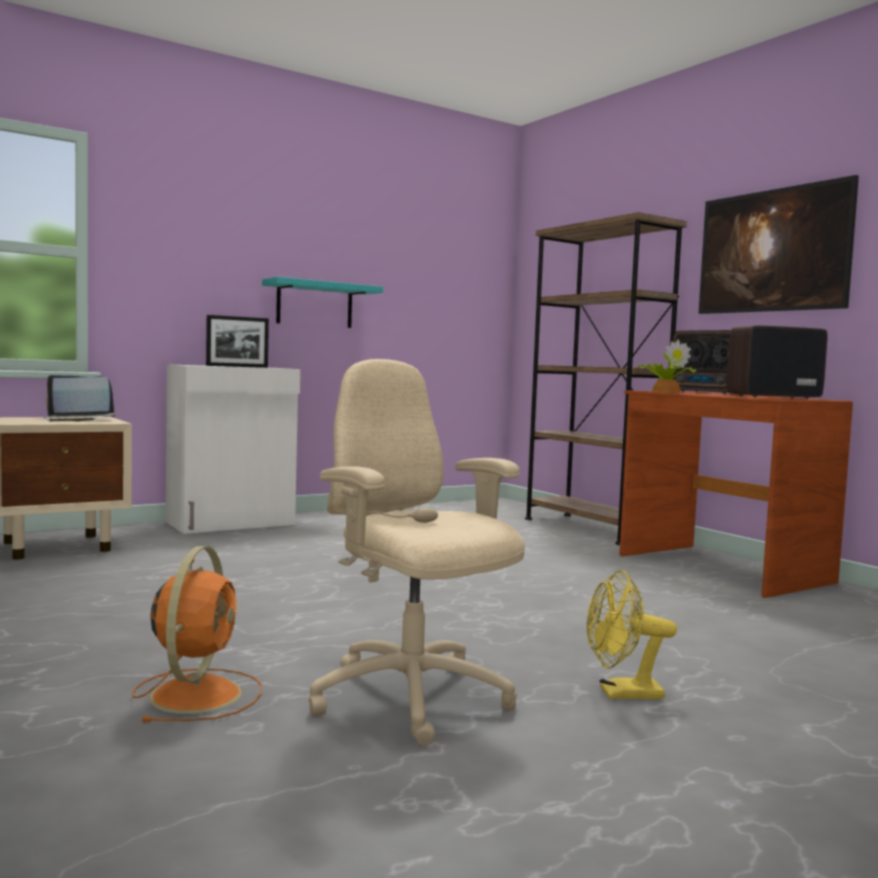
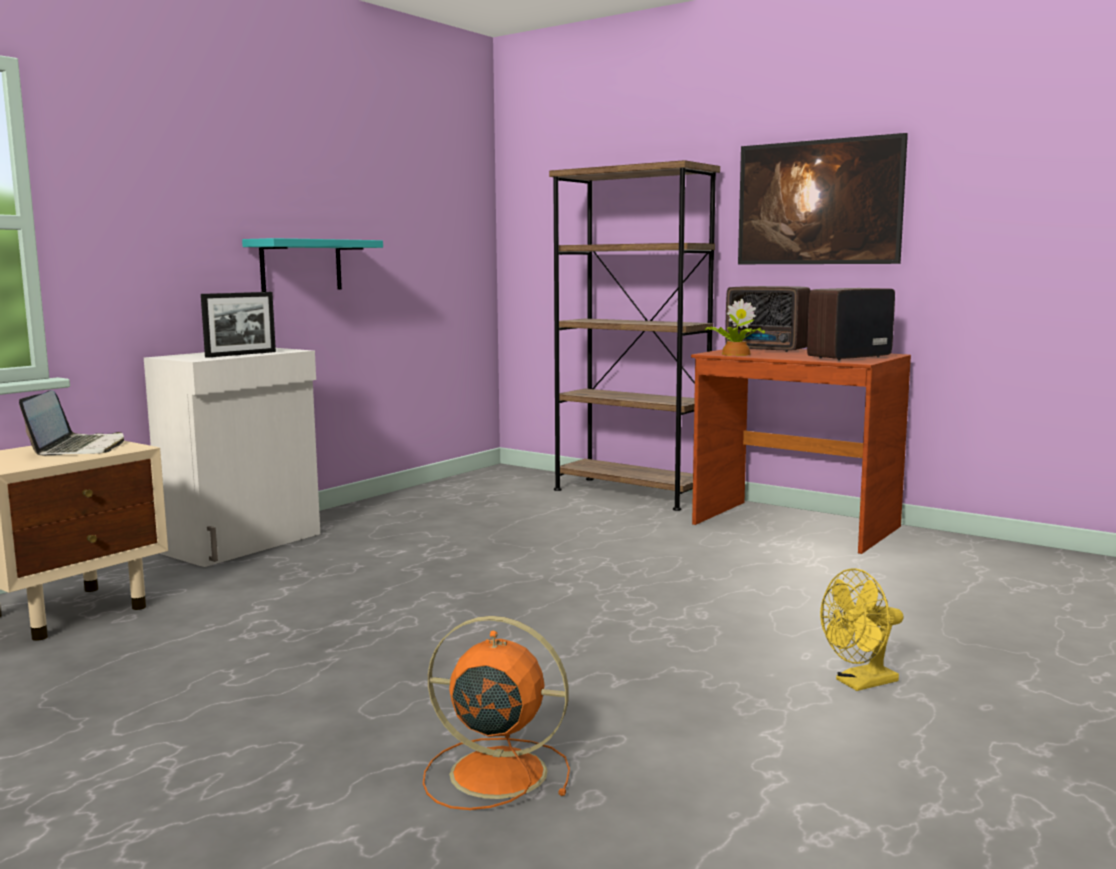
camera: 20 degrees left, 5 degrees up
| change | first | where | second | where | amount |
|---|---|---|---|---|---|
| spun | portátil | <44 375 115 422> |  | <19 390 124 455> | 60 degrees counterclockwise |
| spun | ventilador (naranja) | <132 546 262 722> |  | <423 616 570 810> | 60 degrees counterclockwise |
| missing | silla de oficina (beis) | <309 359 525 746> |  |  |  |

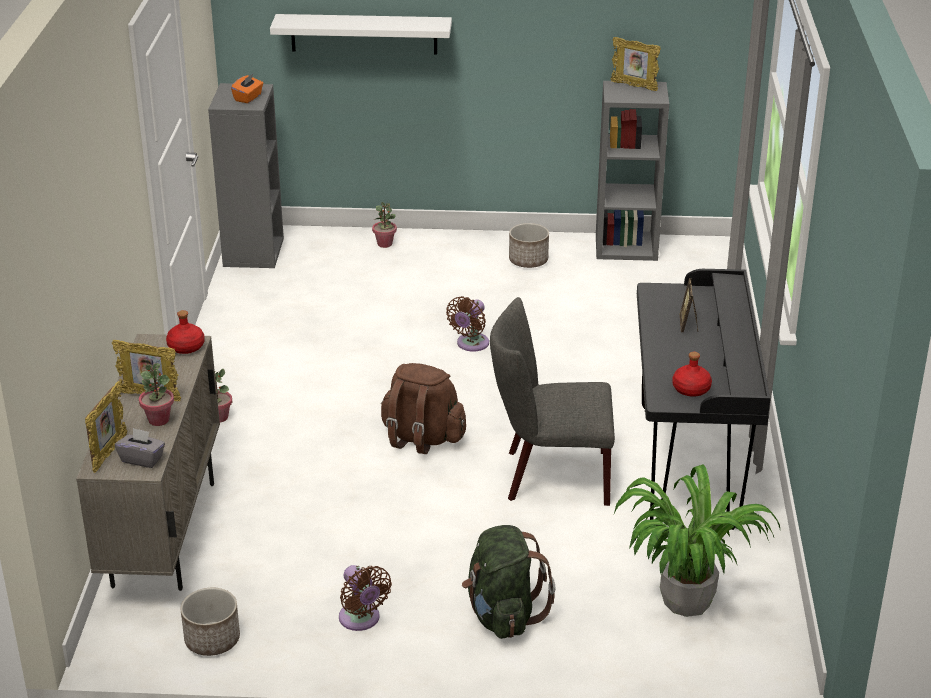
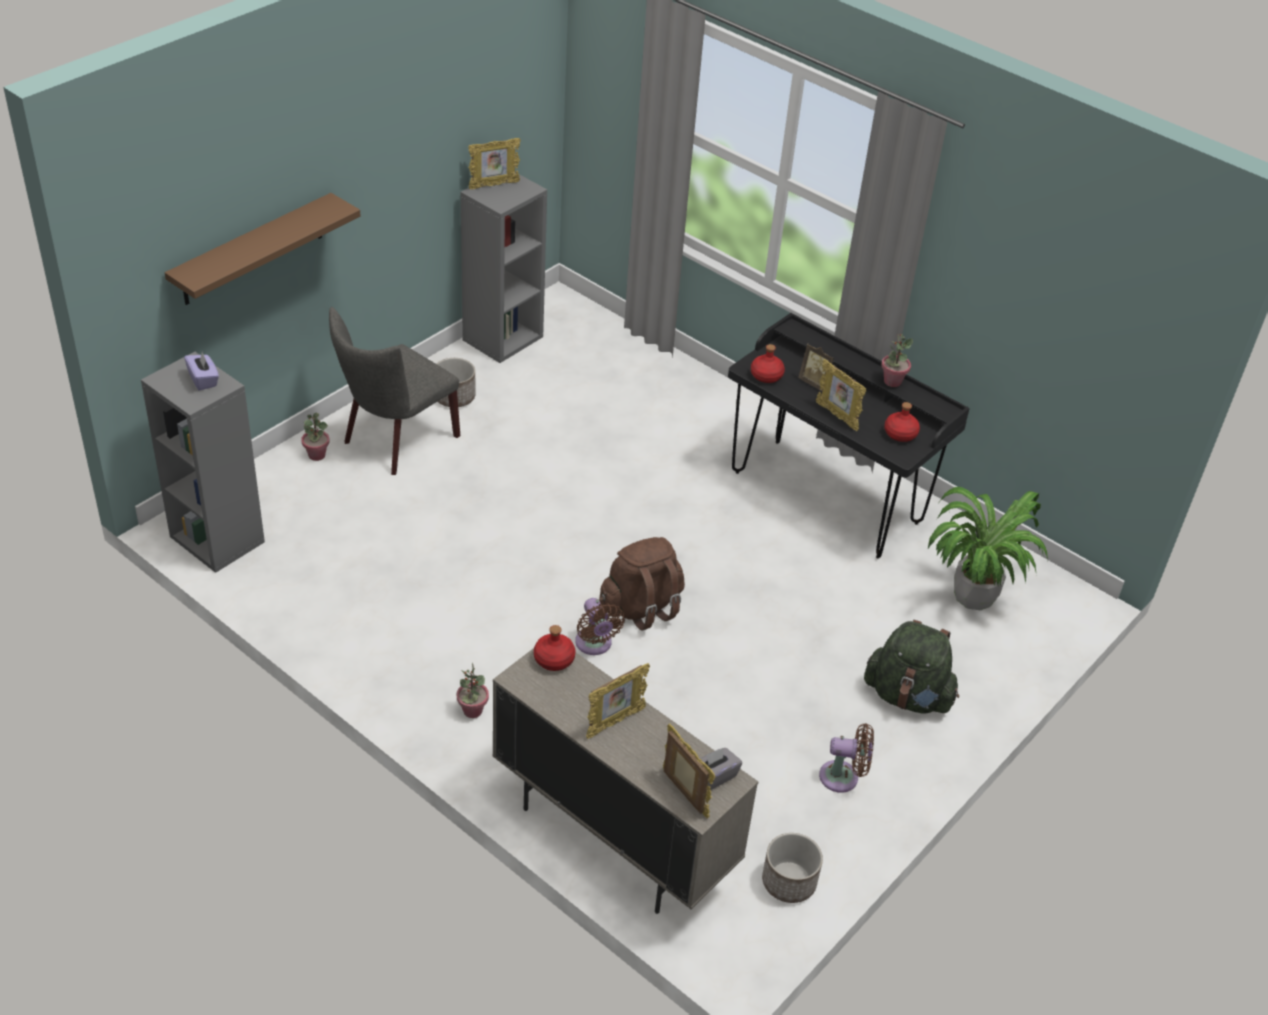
camera: 55 degrees left, 10 degrees up
| change | first | where | second | where | amount |
|---|---|---|---|---|---|
| relocated | planta en maceta | <139 363 174 426> |  | <881 334 913 387> |  |
| colour | caja de pañuelos (naranja) | <231 74 263 103> | caja de pañuelos (morado) | <184 351 219 391> |  |
| colour | estante (blanco) | <270 14 452 54> | estante (marrón) | <165 193 360 305> |  |
| relocated | ventilador (marrón) | <446 296 489 352> |  | <575 598 625 655> |  |
| relocated | silla (gris) | <490 297 615 506> |  | <329 307 460 475> |  |
| appeared |  |  | botella (rojo) | <751 344 785 383> |  |
| appeared |  |  | portarretratos | <816 359 866 431> |  |

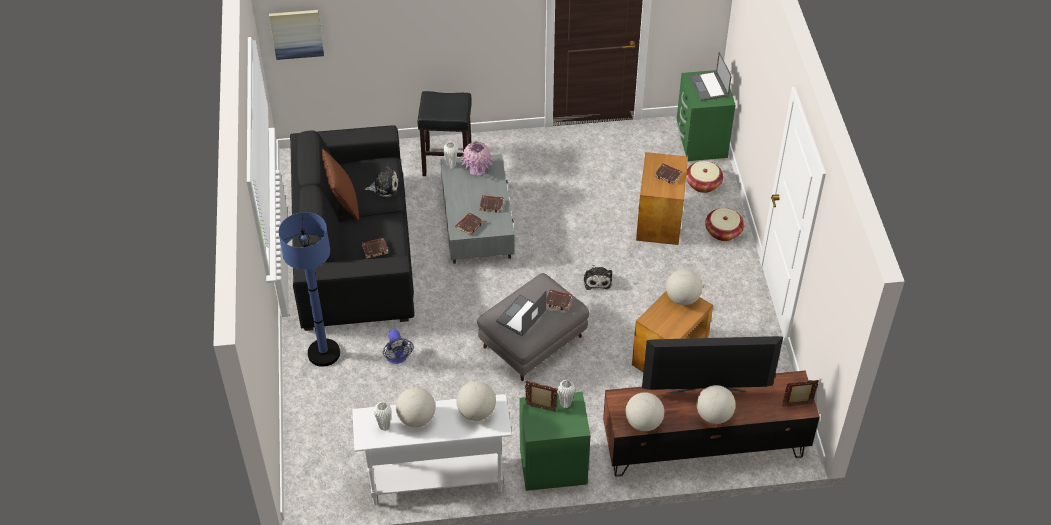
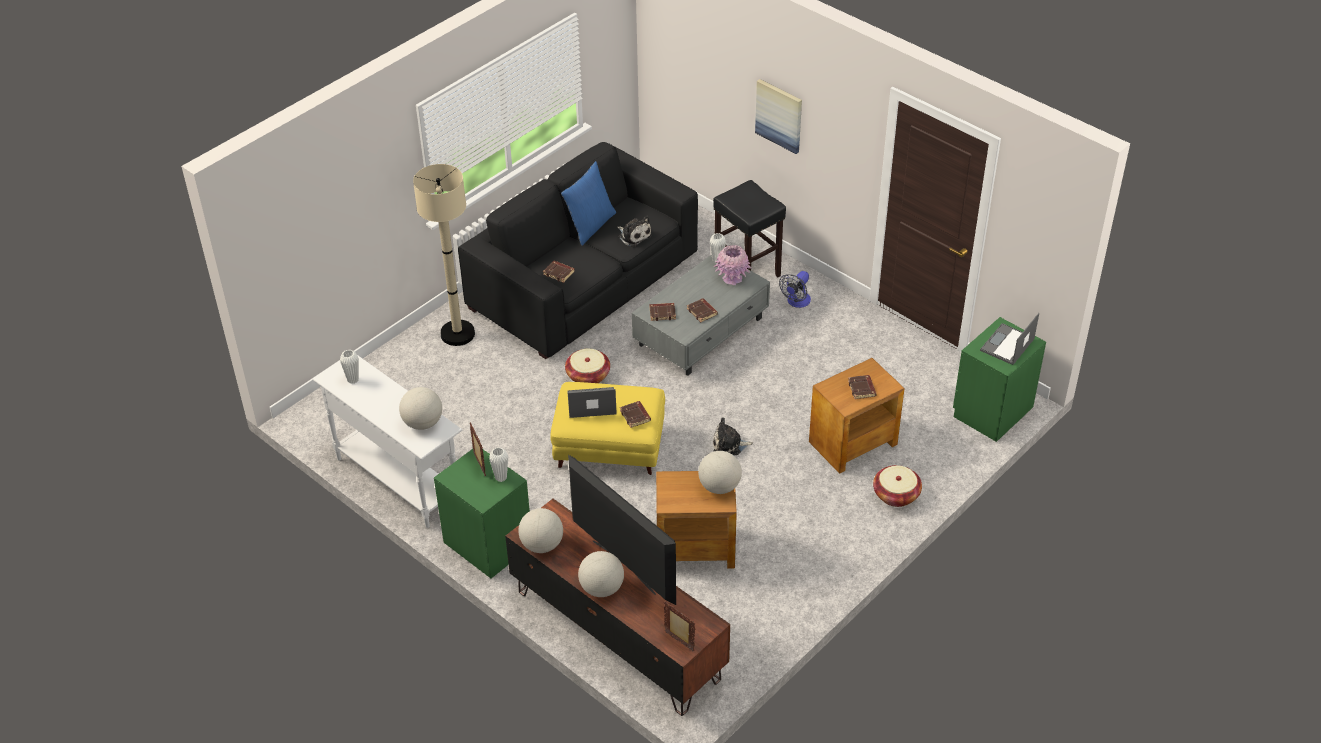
camera: 50 degrees right, 5 degrees down
| change | first | where | second | where | amount |
|---|---|---|---|---|---|
| relocated | cuadro | <269 10 324 60> |  | <755 79 802 154> |  |
| colour | lámpara de pie (azul) | <279 212 340 367> | lámpara de pie (beis) | <413 164 475 346> |  |
| colour | cojín (marrón) | <322 149 359 220> | cojín (azul) | <561 161 616 246> |  |
| relocated | ventilador | <383 329 414 364> |  | <779 271 811 308> |  |
| missing | globo terráqueo | <396 387 436 427> |  |  |  |
| colour | puf (gris) | <477 273 589 381> | puf (amarillo) | <550 382 665 475> |  |
| spun | peluche | <584 265 612 290> |  | <713 417 753 456> | 45 degrees clockwise |
| relocated | cesta | <686 161 723 193> |  | <565 348 610 383> |  |

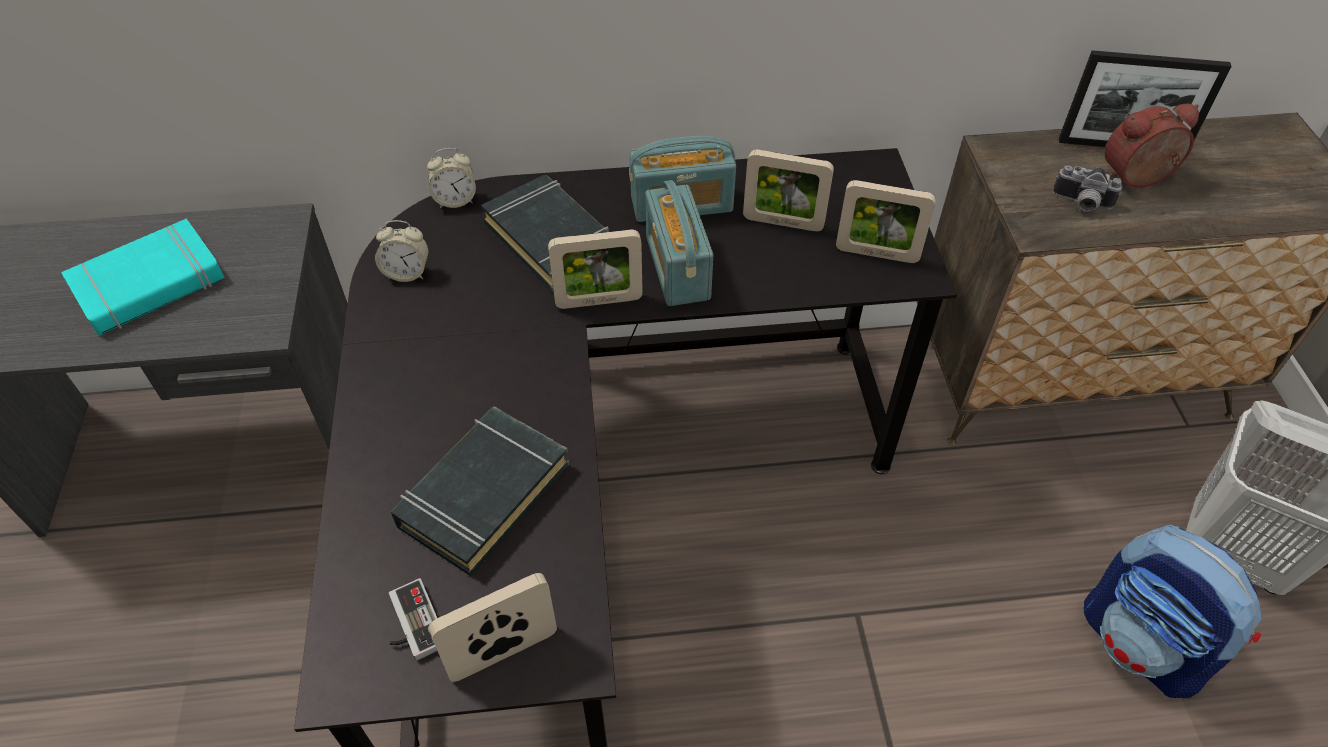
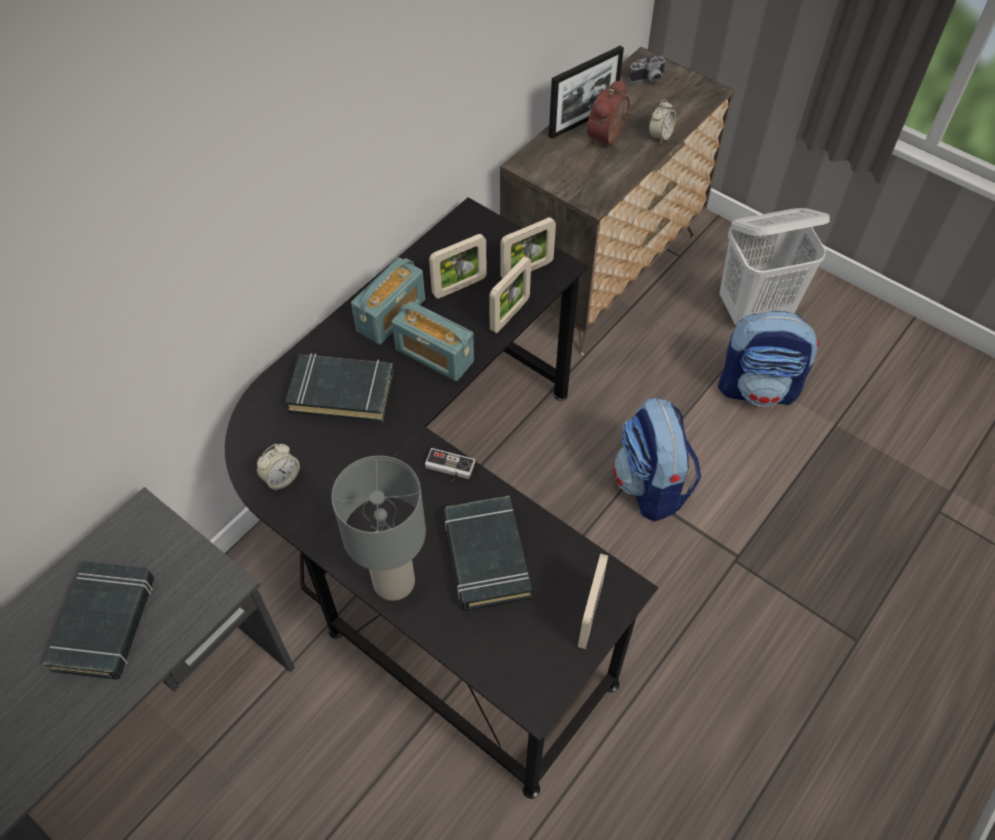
camera: 45 degrees left, 5 degrees up
| change | first | where | second | where | amount |
|---|---|---|---|---|---|
| colour | libro (turquesa) | <61 218 225 335> | libro (negro) | <43 561 154 680> |  |
| relocated | mando de consola | <389 578 437 660> |  | <425 448 475 482> |  |
| relocated | despertador | <427 148 476 208> |  | <649 99 676 144> |  |
| relocated | portarretratos | <548 229 643 309> |  | <489 256 531 333> |  |
| relocated | cámara | <1052 165 1122 212> |  | <629 55 667 83> |  |
| appeared |  |  | lámpara de mesa (gris) | <331 456 426 601> |  |
| appeared |  |  | mochila | <613 397 701 522> |  |

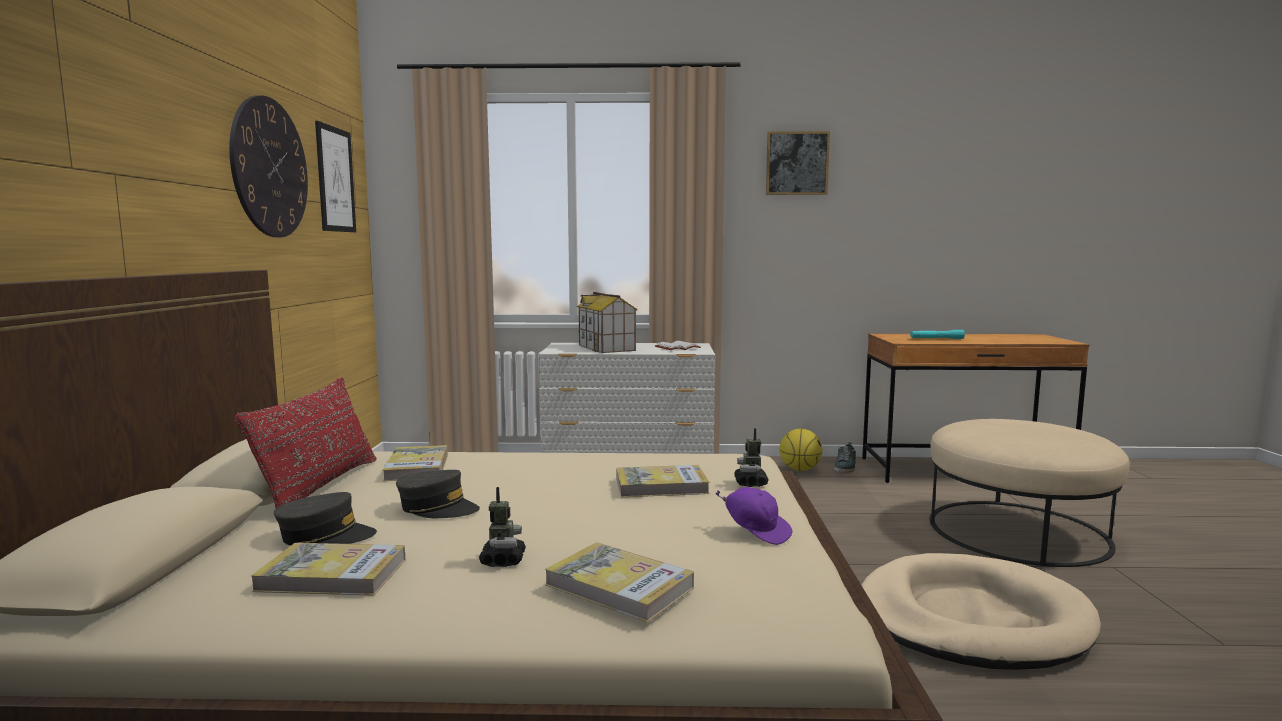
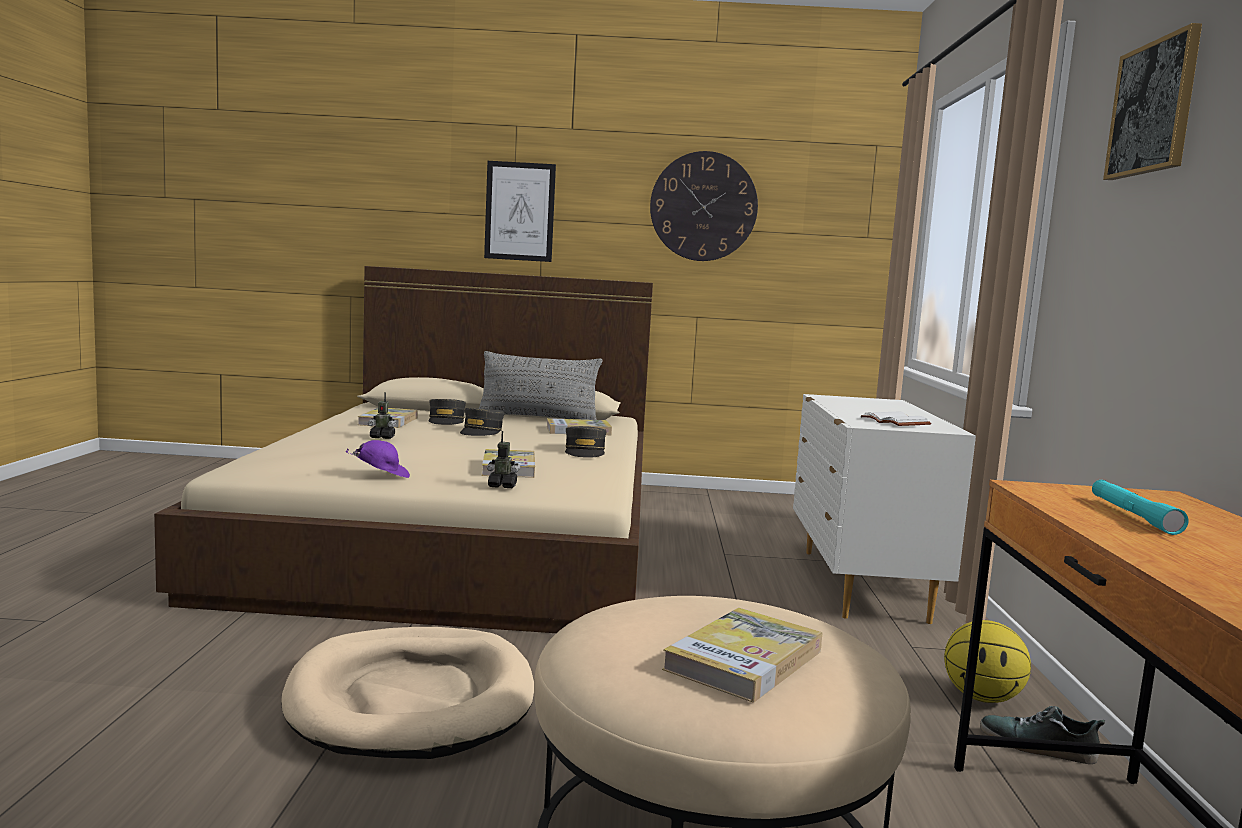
camera: 90 degrees right, 0 degrees up
| change | first | where | second | where | amount |
|---|---|---|---|---|---|
| colour | cojín (rojo) | <235 377 377 509> | cojín (gris) | <478 351 602 420> |  |
| relocated | cuadro | <315 121 356 232> |  | <484 161 556 262> |  |
| relocated | libro | <545 542 694 622> |  | <662 608 823 702> |  |
| missing | casita | <577 292 638 353> |  |  |  |
| spun | gorra (morado) | <715 487 792 545> |  | <345 440 410 478> | 150 degrees counterclockwise |
| appeared |  |  | gorra (gris) | <565 426 607 458> |  |

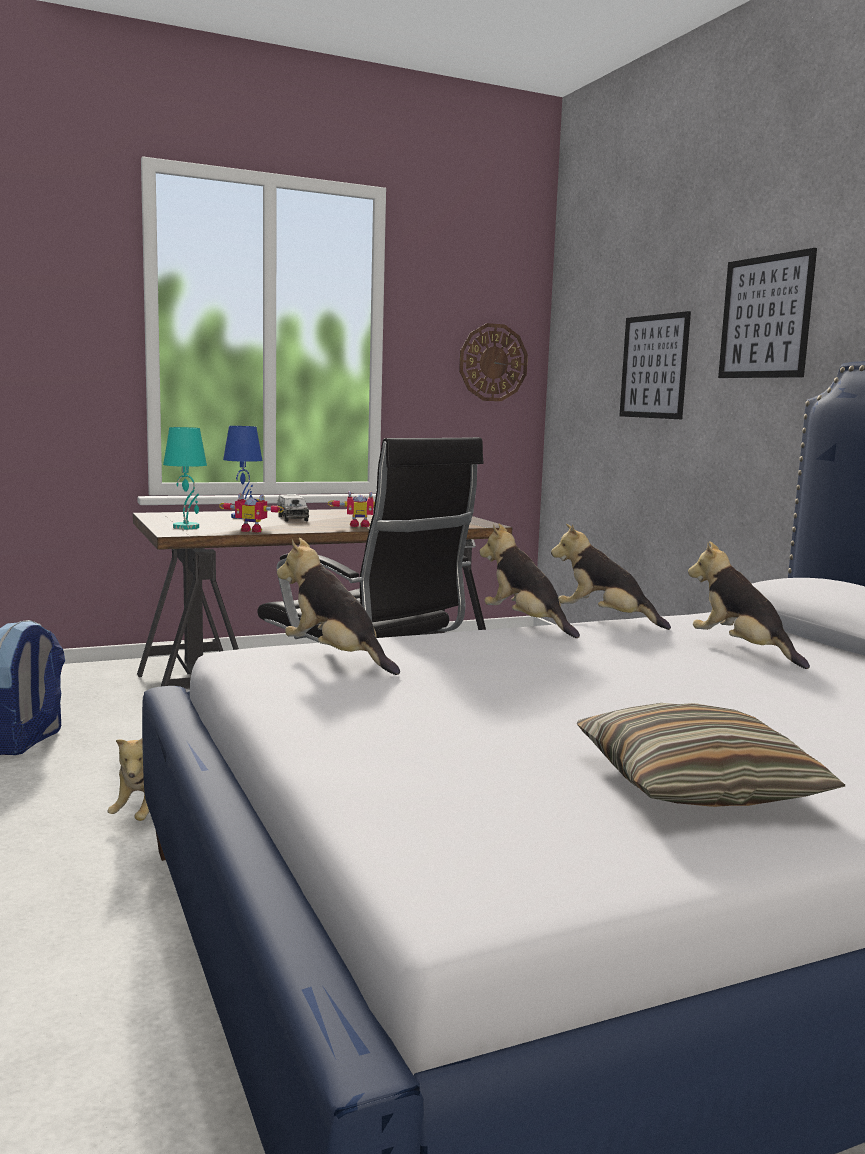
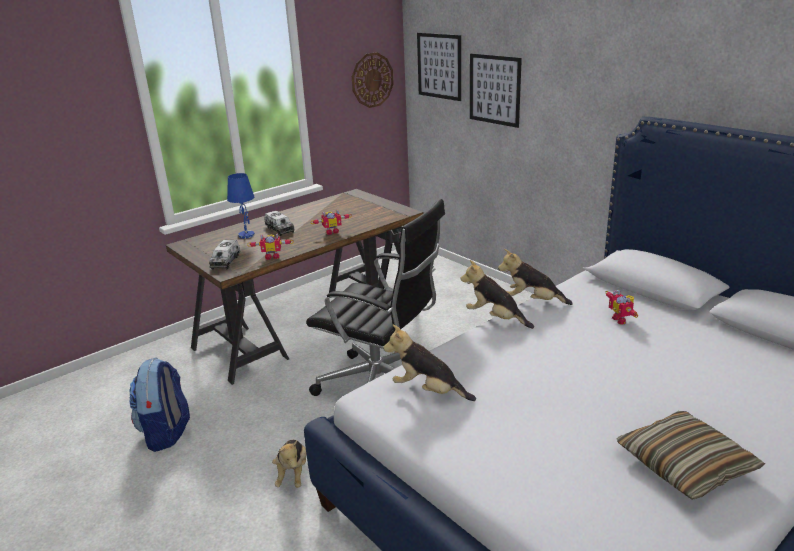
camera: 15 degrees left, 15 degrees up
| change | first | where | second | where | amount |
|---|---|---|---|---|---|
| exchanged | lámpara de mesa (turquesa) | <163 427 207 529> | camión de juguete | <209 240 240 270> |  |
| exchanged | peluche | <688 541 810 669> | robot de juguete | <605 290 638 324> |  |
| relocated | cuadro | <718 248 817 378> |  | <417 33 461 101> |  |

